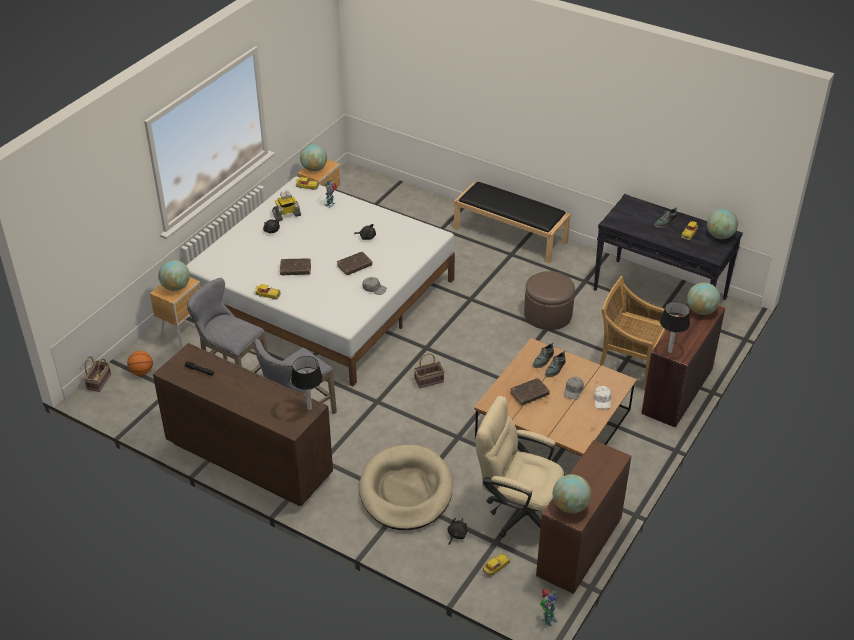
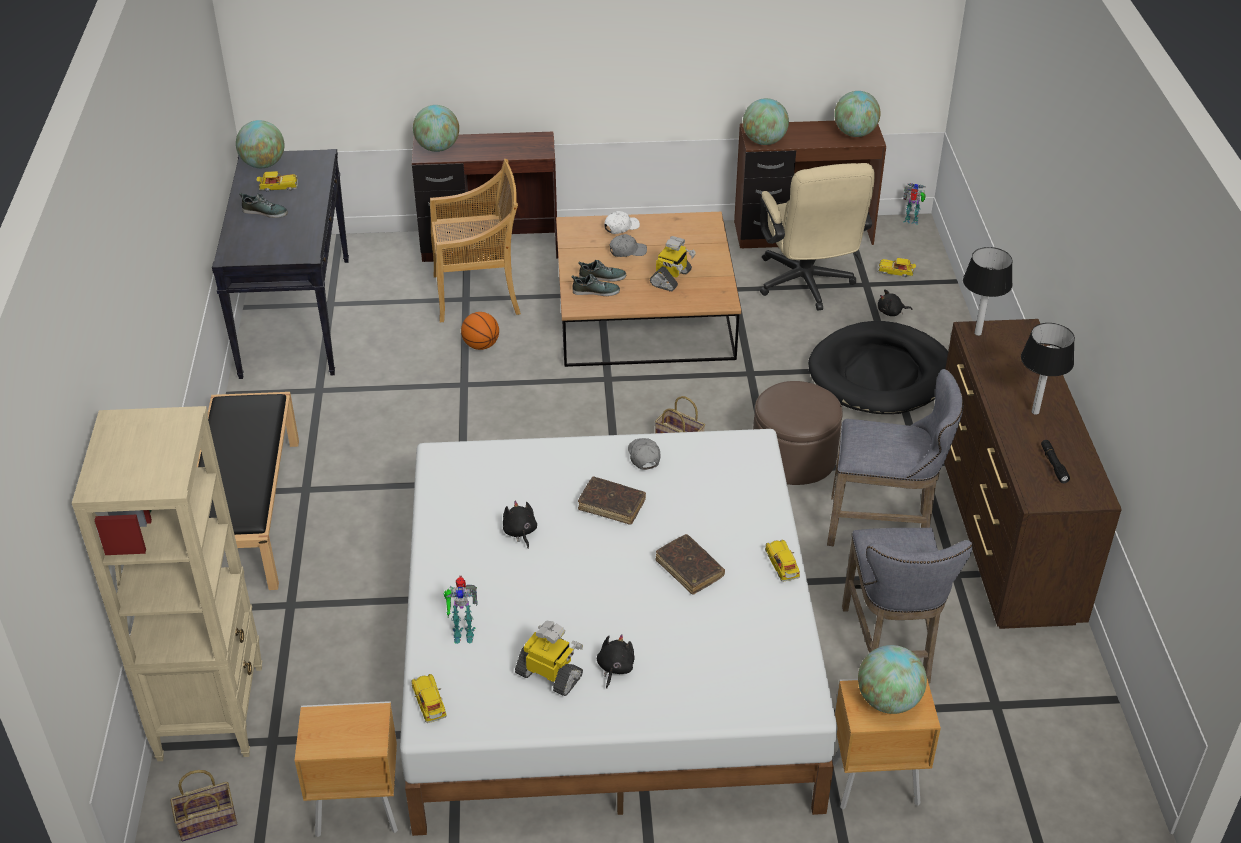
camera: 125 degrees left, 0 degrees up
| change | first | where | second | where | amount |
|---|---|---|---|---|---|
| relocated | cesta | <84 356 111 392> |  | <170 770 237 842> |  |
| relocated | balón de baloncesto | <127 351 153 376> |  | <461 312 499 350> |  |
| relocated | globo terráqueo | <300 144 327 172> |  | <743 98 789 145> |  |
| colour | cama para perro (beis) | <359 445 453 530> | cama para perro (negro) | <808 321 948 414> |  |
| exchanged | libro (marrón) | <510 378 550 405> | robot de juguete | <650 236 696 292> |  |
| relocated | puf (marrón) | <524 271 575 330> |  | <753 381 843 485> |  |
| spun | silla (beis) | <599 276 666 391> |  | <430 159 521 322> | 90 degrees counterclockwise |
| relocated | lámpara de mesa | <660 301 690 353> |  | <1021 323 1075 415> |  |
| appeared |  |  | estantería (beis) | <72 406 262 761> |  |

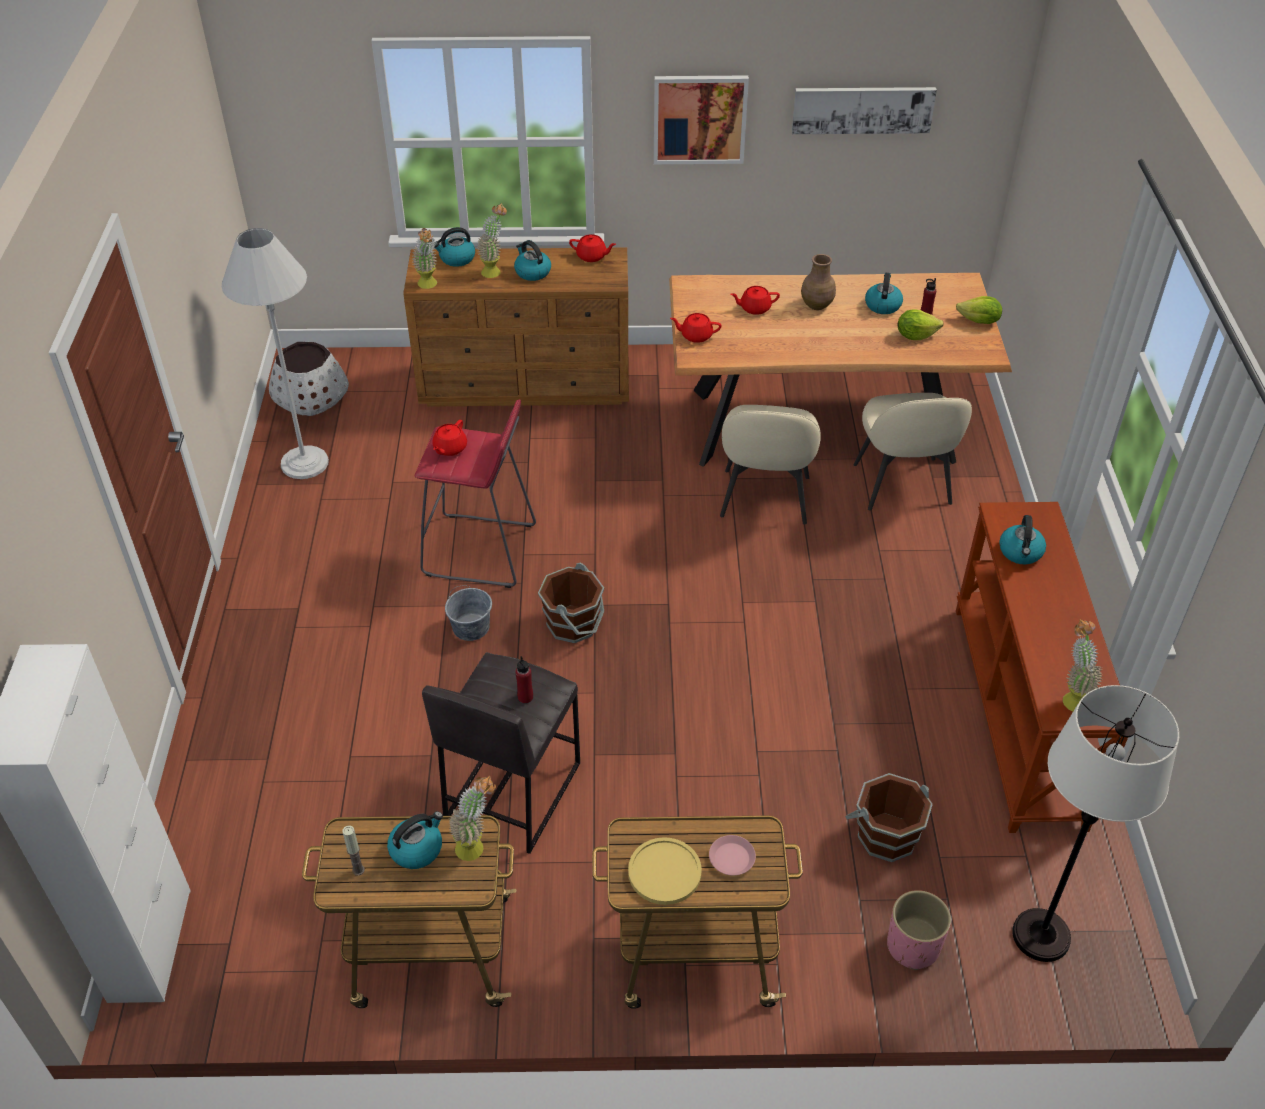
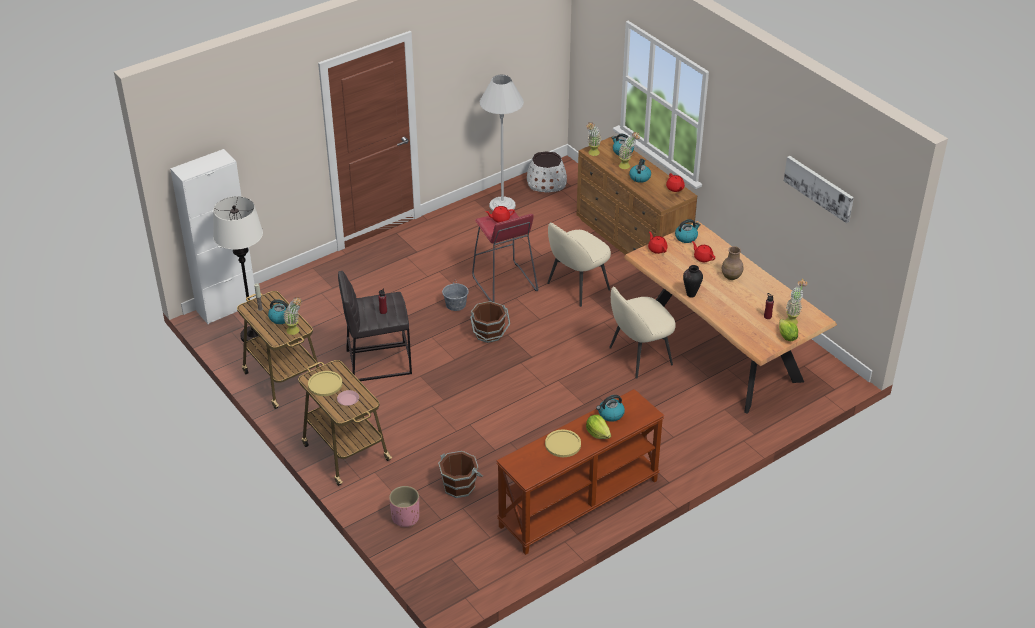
camera: 55 degrees right, 5 degrees down
| change | first | where | second | where | amount |
|---|---|---|---|---|---|
| missing | cuadro | <654 76 749 164> |  |  |  |
| relocated | silla (beis) | <854 393 972 511> |  | <547 223 611 307> |  |
| relocated | hervidor | <865 273 903 314> |  | <675 219 701 243> |  |
| relocated | lechuga | <898 309 944 340> |  | <586 415 611 439> |  |
| relocated | lámpara de pie (blanco) | <1012 685 1179 962> |  | <213 196 263 344> |  |
| relocated | planta en maceta | <1063 620 1103 712> |  | <785 278 807 325> |  |
| appeared |  |  | plato (amarillo) | <545 429 581 457> |  |
| appeared |  |  | florero | <683 265 703 298> |  |

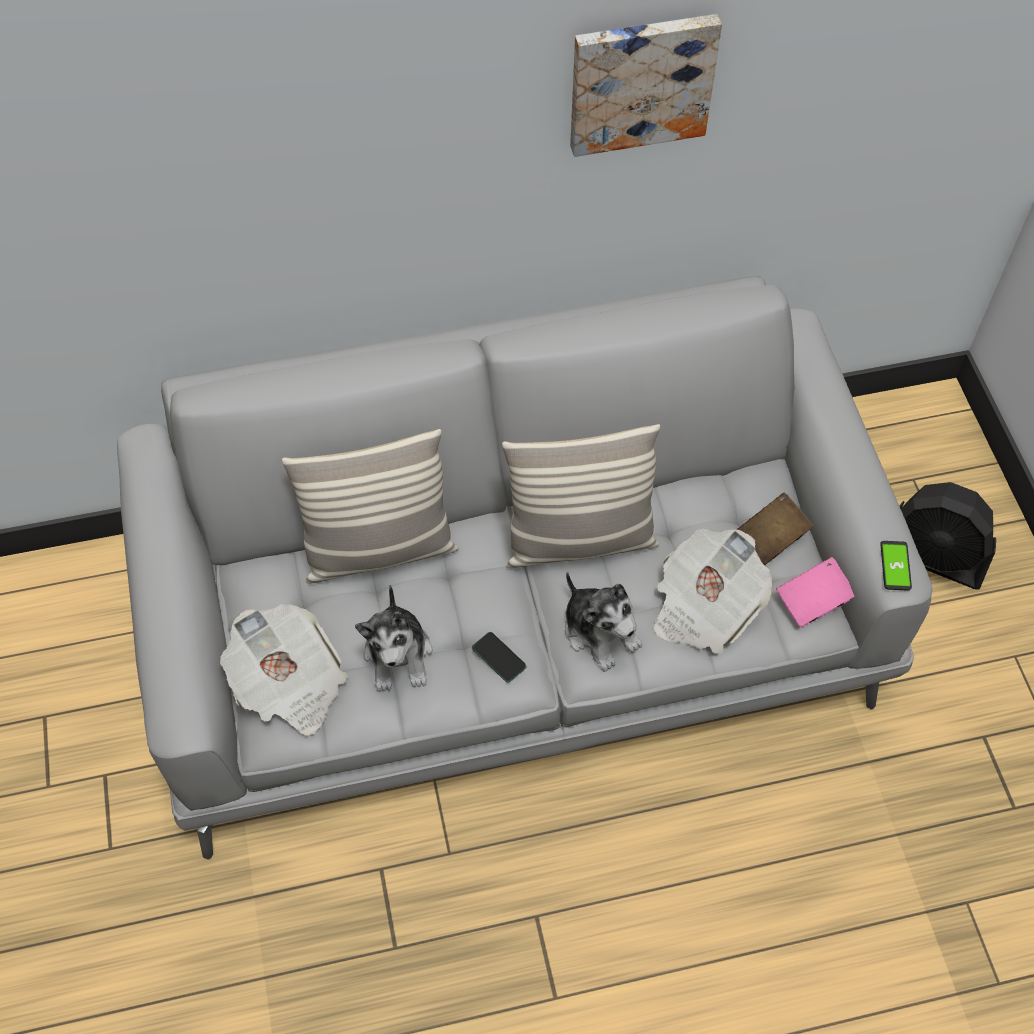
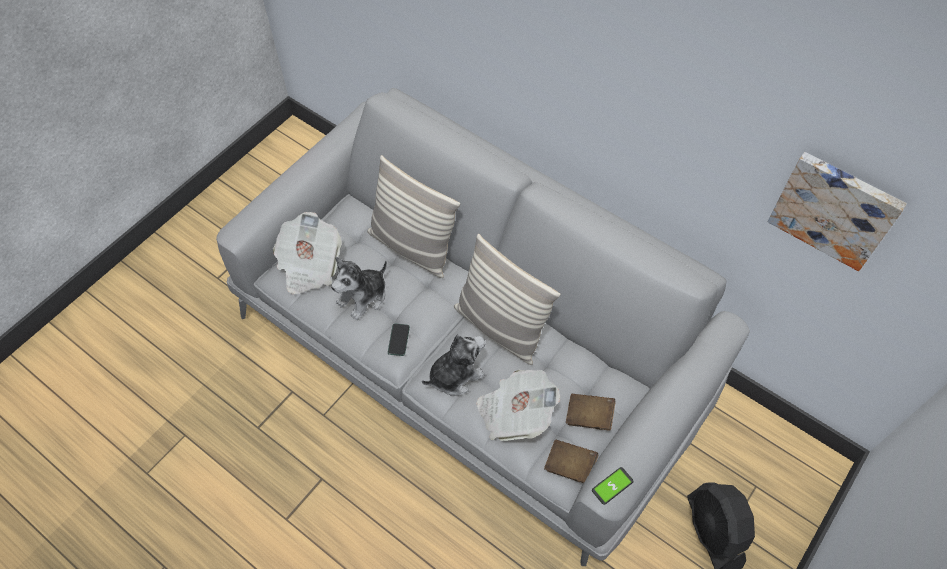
camera: 50 degrees right, 0 degrees up
| change | first | where | second | where | amount |
|---|---|---|---|---|---|
| spun | peluche | <565 572 642 672> |  | <422 334 485 396> | 135 degrees counterclockwise |
| relocated | cuadro | <570 14 722 157> |  | <768 152 907 271> |  |
| colour | libro (rosa) | <776 557 855 627> | libro (marrón) | <544 440 598 483> |  |

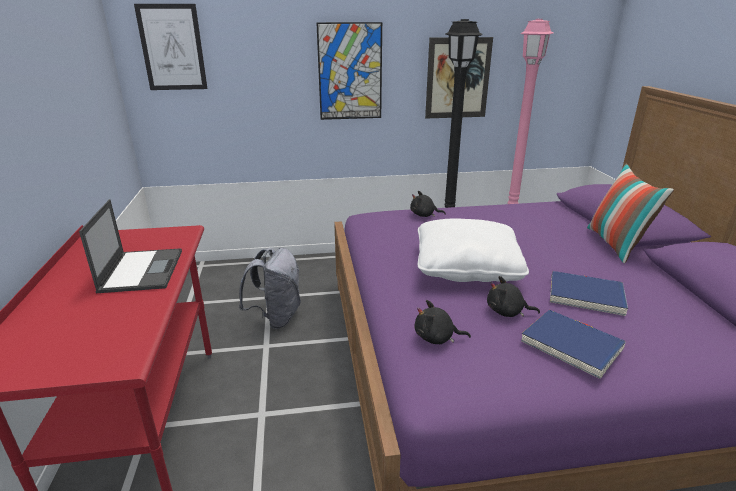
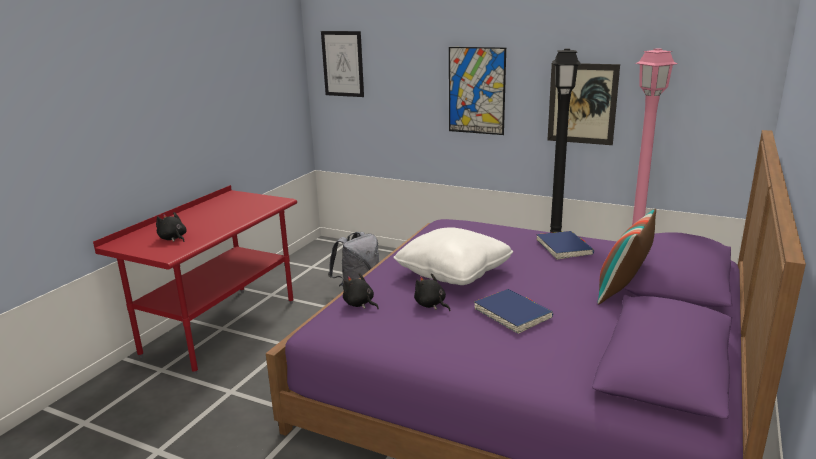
camera: 35 degrees right, 5 degrees down
| change | first | where | second | where | amount |
|---|---|---|---|---|---|
| missing | portátil | <79 199 182 293> |  |  |  |
| relocated | peluche (negro) | <410 191 446 217> |  | <156 212 187 242> |  |
| relocated | libro (azul) | <521 310 626 379> |  | <536 231 594 260> |  |

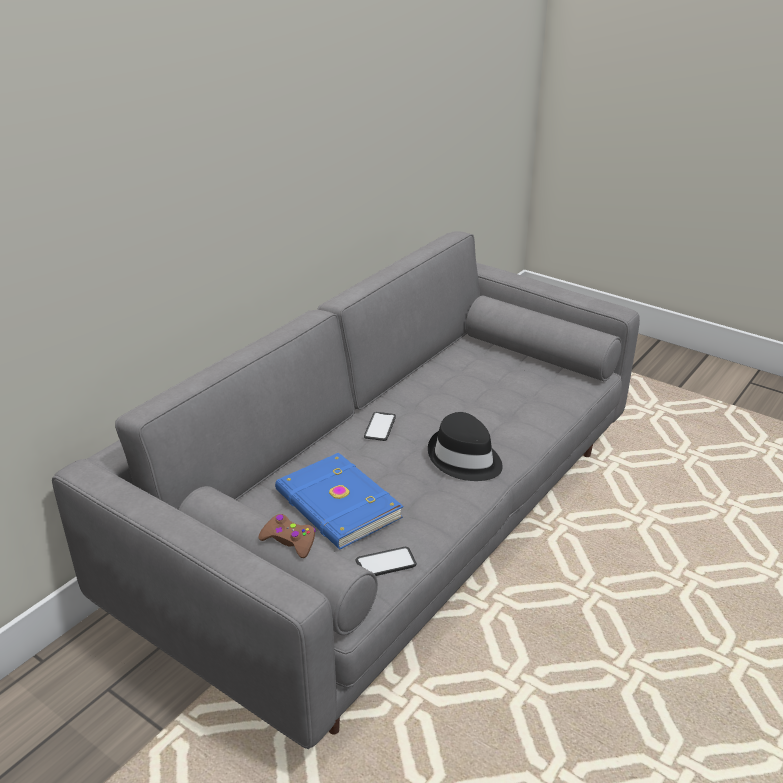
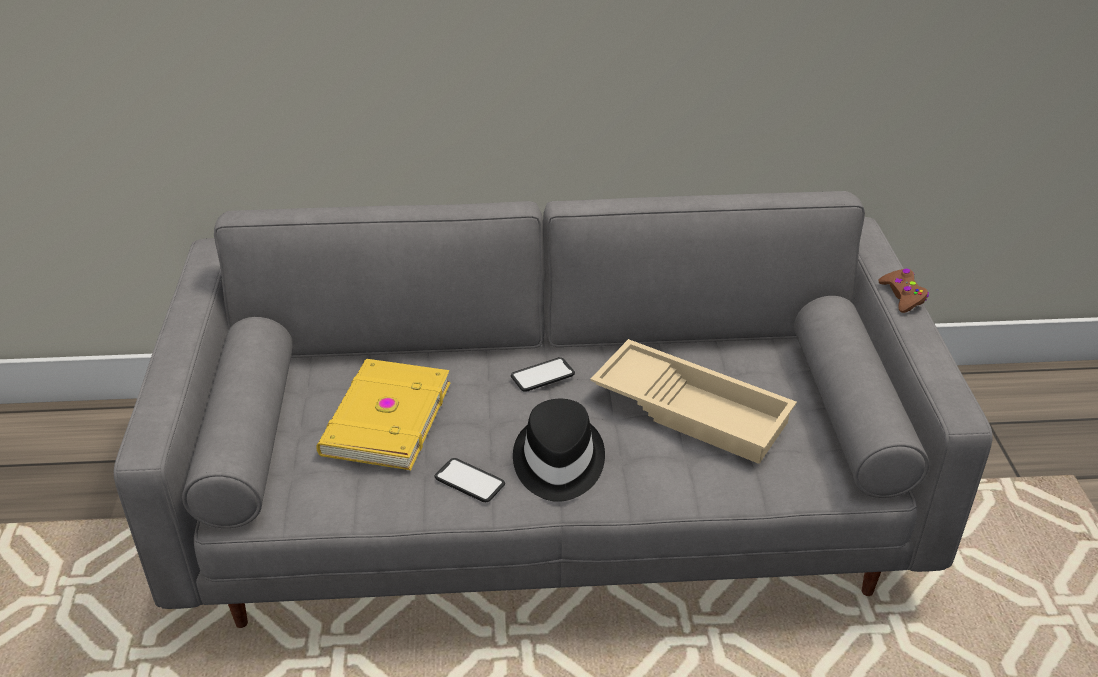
camera: 50 degrees right, 5 degrees up
| change | first | where | second | where | amount |
|---|---|---|---|---|---|
| relocated | mando de consola (marrón) | <258 514 316 558> |  | <878 269 929 313> |  |
| colour | libro (azul) | <275 453 403 550> | libro (amarillo) | <316 359 450 470> |  |
| relocated | móvil | <355 547 417 576> |  | <434 458 505 502> |  |
| appeared |  |  | bandeja (beis) | <590 339 797 464> |  |

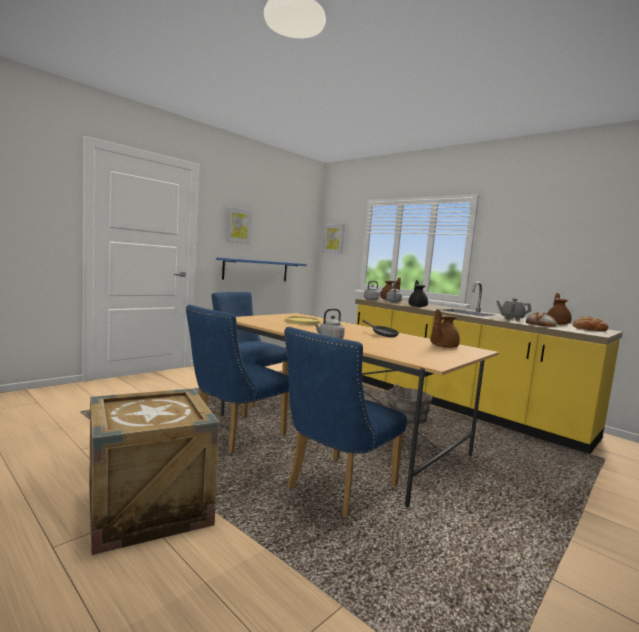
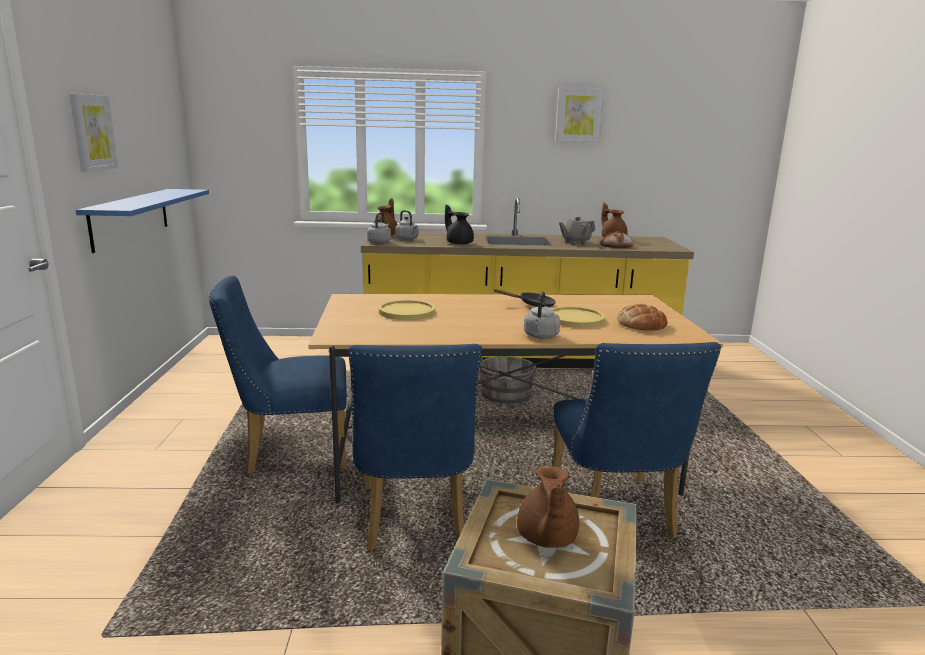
camera: 45 degrees left, 10 degrees up
| change | first | where | second | where | amount |
|---|---|---|---|---|---|
| relocated | cuadro | <322 224 345 254> |  | <555 87 605 143> |  |
| relocated | tetera (marrón) | <430 309 460 348> |  | <517 466 579 548> |  |
| relocated | pan | <573 316 608 331> |  | <617 304 668 330> |  |
| appeared |  |  | plato (amarillo) | <552 306 605 328> |  |

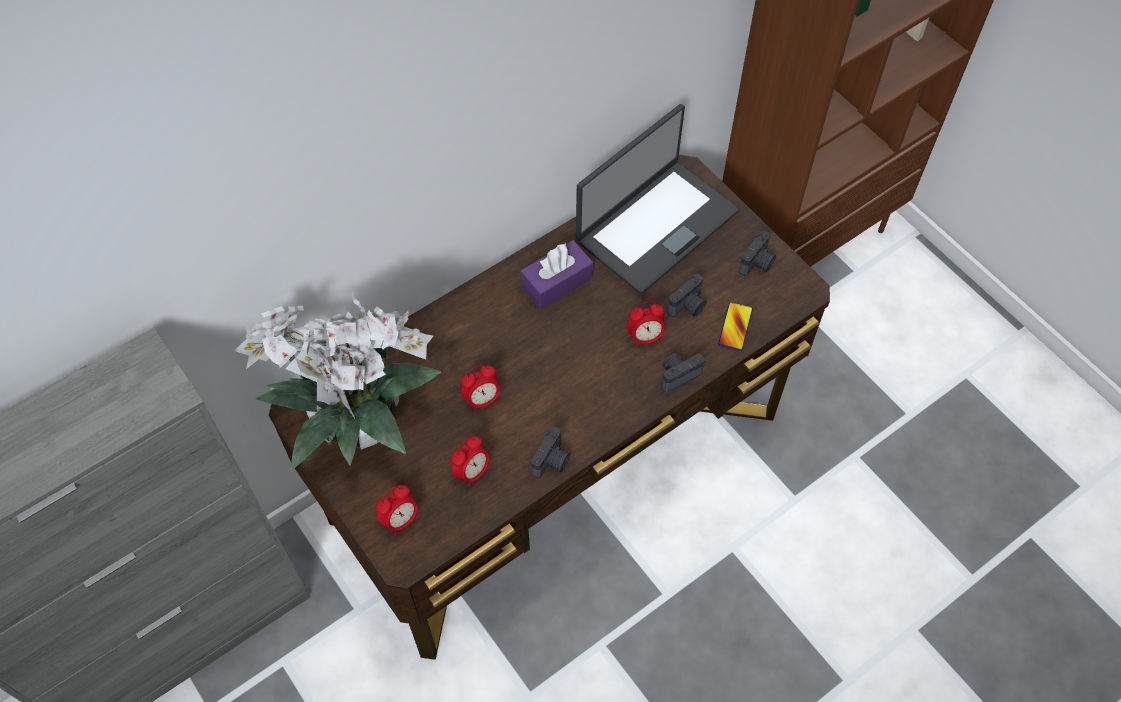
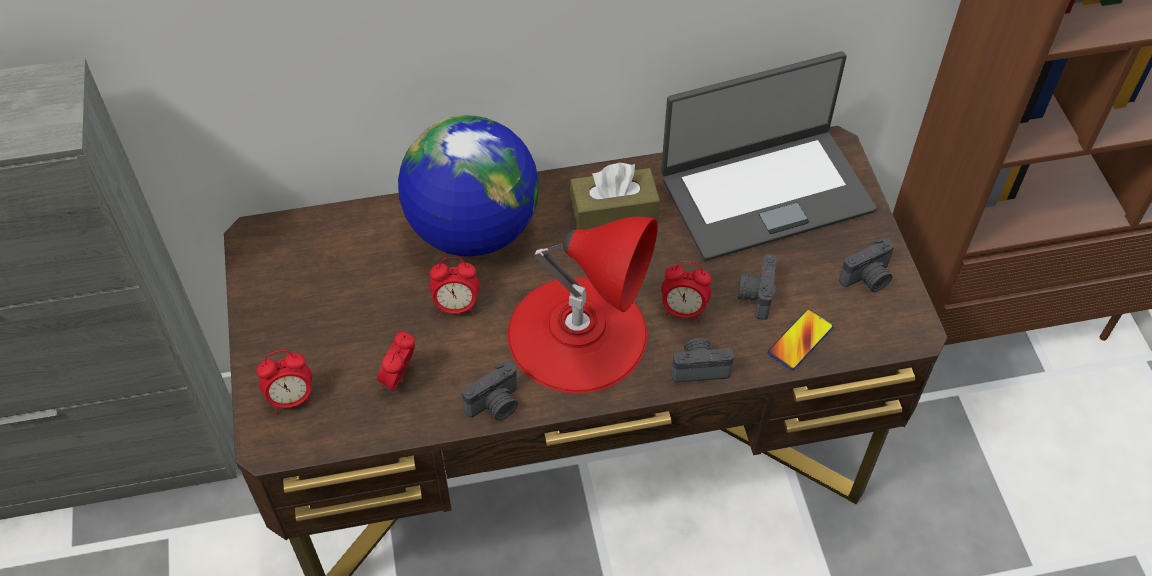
camera: 25 degrees right, 5 degrees down
| change | first | where | second | where | amount |
|---|---|---|---|---|---|
| missing | planta en maceta | <234 295 441 471> |  |  |  |
| spun | despertador | <451 436 489 487> |  | <377 332 415 391> | 135 degrees clockwise |
| colour | caja de pañuelos (morado) | <520 240 593 309> | caja de pañuelos (marrón) | <570 163 660 230> |  |
| spun | cámara | <667 274 707 317> |  | <738 254 777 320> | 120 degrees clockwise |
| appeared |  |  | globo terráqueo | <398 115 539 256> |  |
| appeared |  |  | lámpara de mesa (rojo) | <508 217 658 393> |  |

